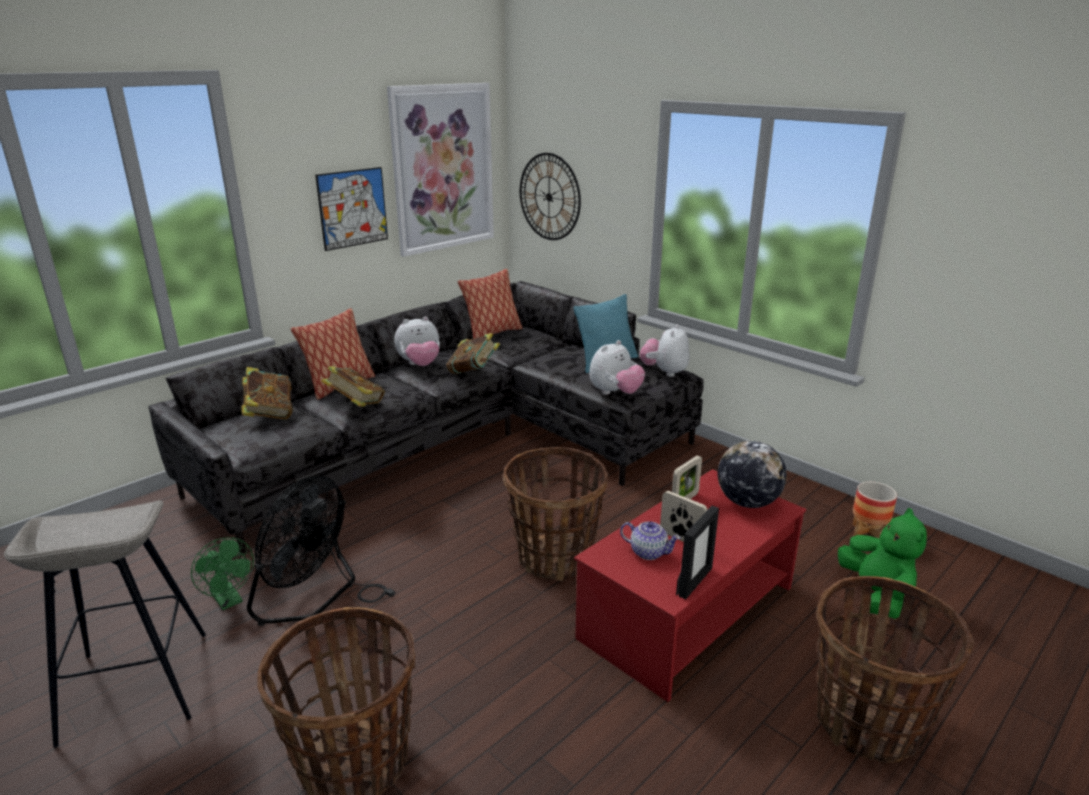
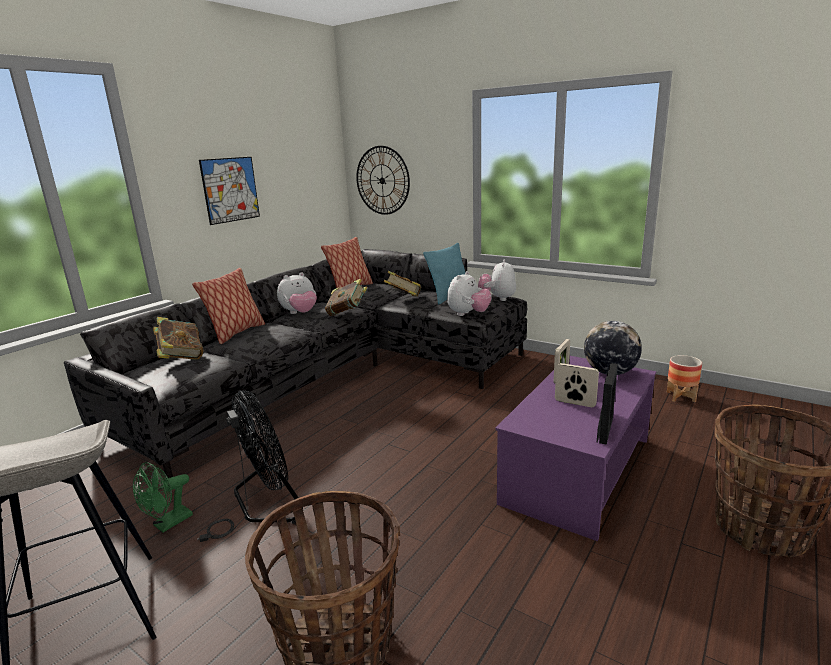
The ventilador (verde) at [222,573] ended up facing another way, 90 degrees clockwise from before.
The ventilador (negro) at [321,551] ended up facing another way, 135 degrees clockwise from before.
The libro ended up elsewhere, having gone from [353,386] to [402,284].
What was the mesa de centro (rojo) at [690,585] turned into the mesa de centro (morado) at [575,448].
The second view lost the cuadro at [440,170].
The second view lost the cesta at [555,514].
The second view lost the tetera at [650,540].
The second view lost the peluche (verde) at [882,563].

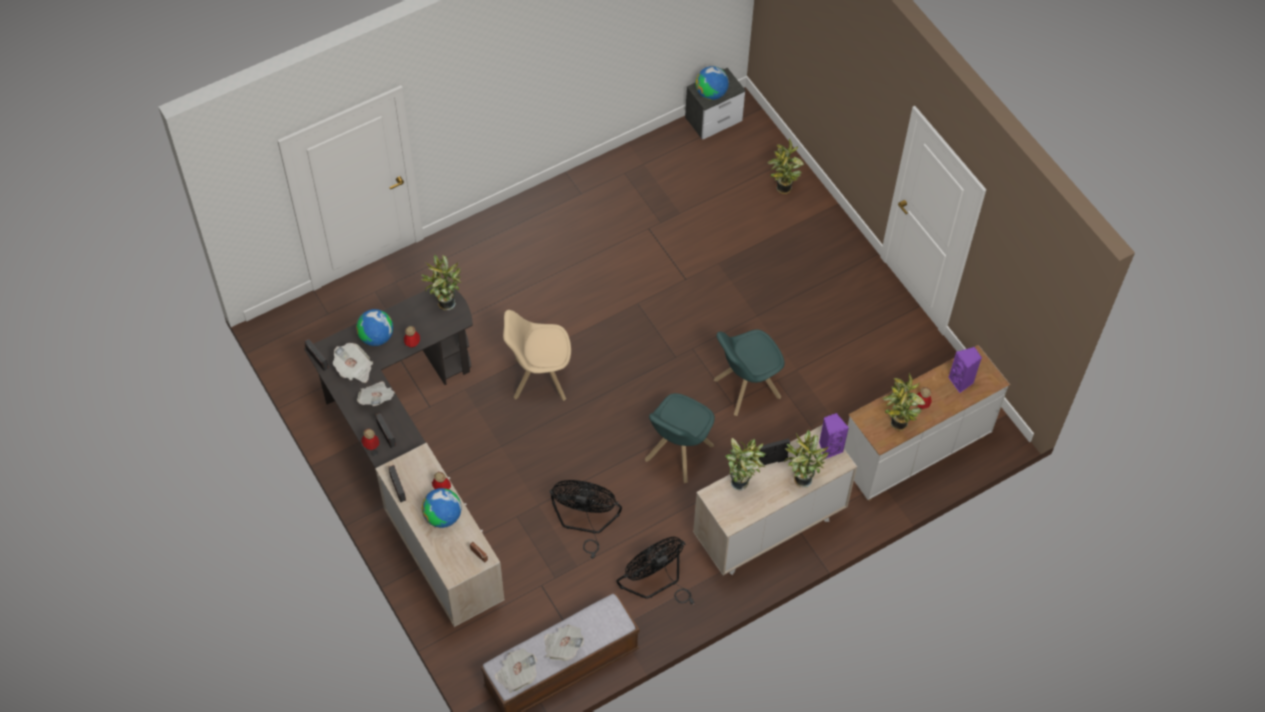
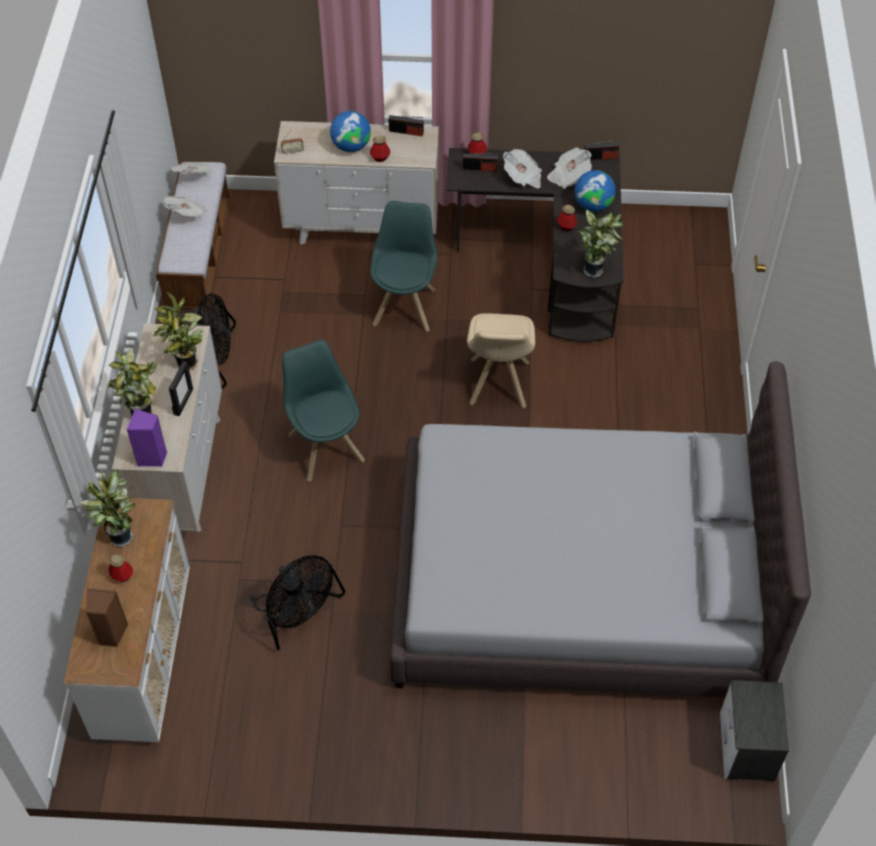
What was the altavoz (morado) at [965,370] turned into the altavoz (marrón) at [107,617].
The ventilador (negro) ended up elsewhere, having gone from [585,519] to [297,602].
The silla (turquesa) ended up elsewhere, having gone from [749,372] to [403,266].
The second view gained the cama (gris) at [600,529].
The silla (beis) at [537,355] ended up facing another way, 150 degrees clockwise from before.
The second view lost the globo terráqueo at [712,83].
The second view lost the planta en maceta at [785,166].

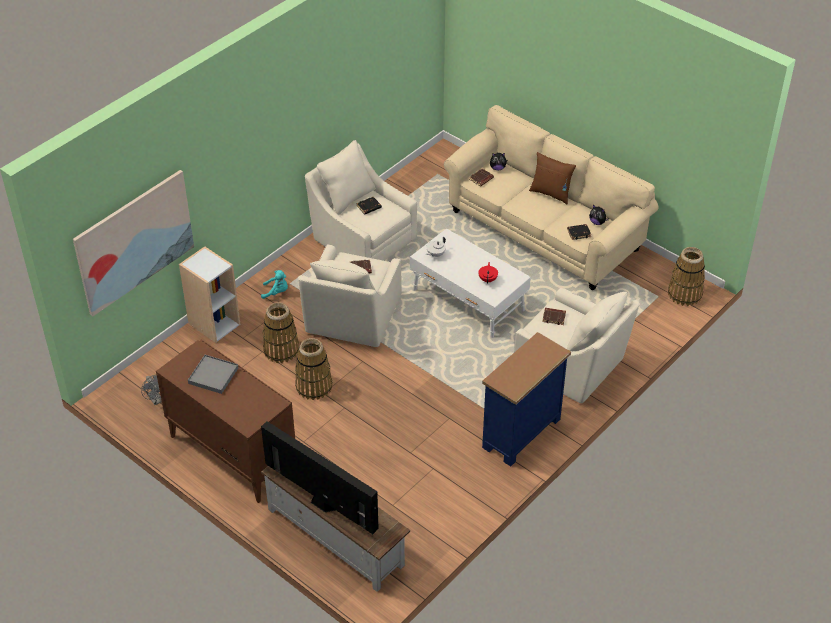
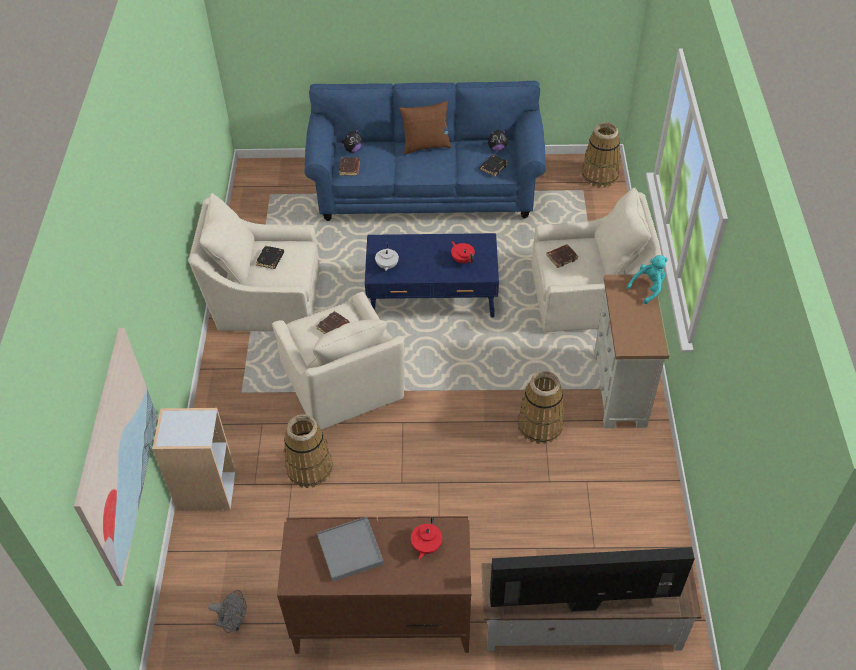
What was the sofá (beis) at [551,197] turned into the sofá (azul) at [425,151].
What was the mesa de centro (blanco) at [470,283] turned into the mesa de centro (azul) at [432,275].
The second view gained the tetera (rojo) at [426,538].
The cesta ended up elsewhere, having gone from [313,369] to [541,407].
What was the cómoda (azul) at [526,399] turned into the cómoda (blanco) at [632,351].
The peluche (turquesa) ended up elsewhere, having gone from [274,284] to [647,279].

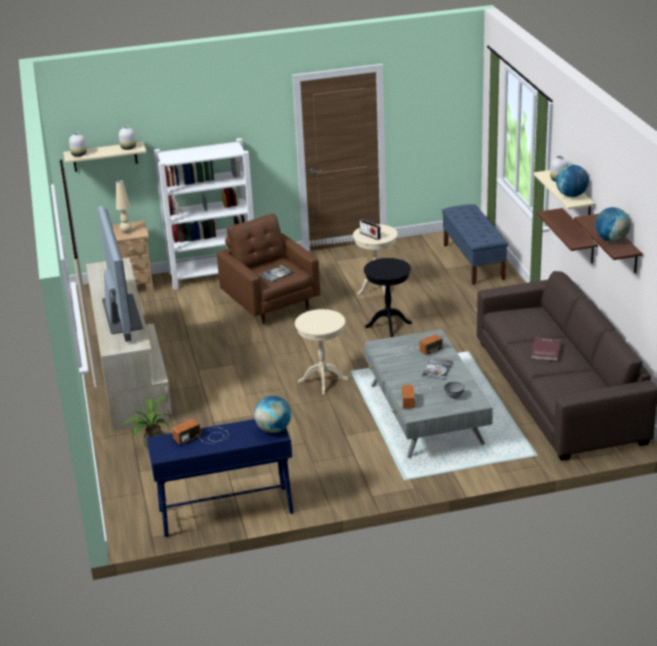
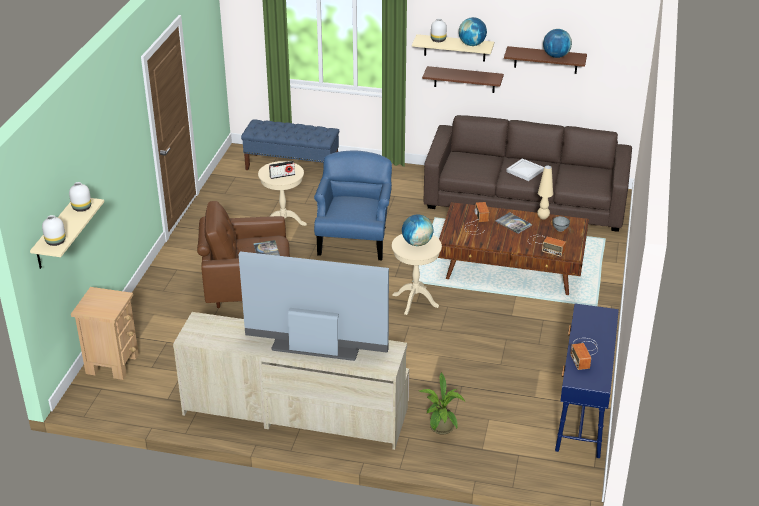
Where the mesa auxiliar (negro) stood at [388,297], the sillón (azul) came to stand at [353,205].
The globo terráqueo ended up elsewhere, having gone from [272,414] to [418,230].
What was the mesa de centro (gris) at [428,393] turned into the mesa de centro (marrón) at [513,248].
Where the libro (rojo) stood at [546,349], the bandeja (blanco) came to stand at [525,169].
The lámpara de mesa (beis) ended up elsewhere, having gone from [124,206] to [545,192].
The second view lost the estantería (blanco) at [204,214].

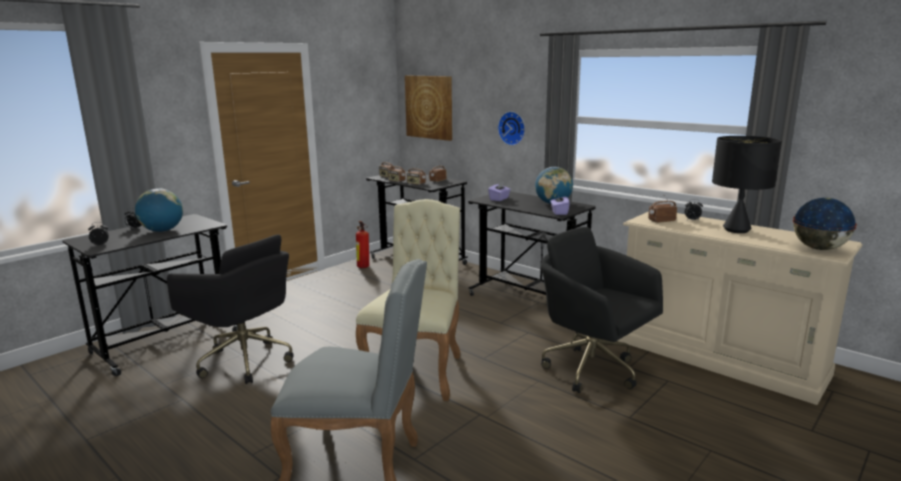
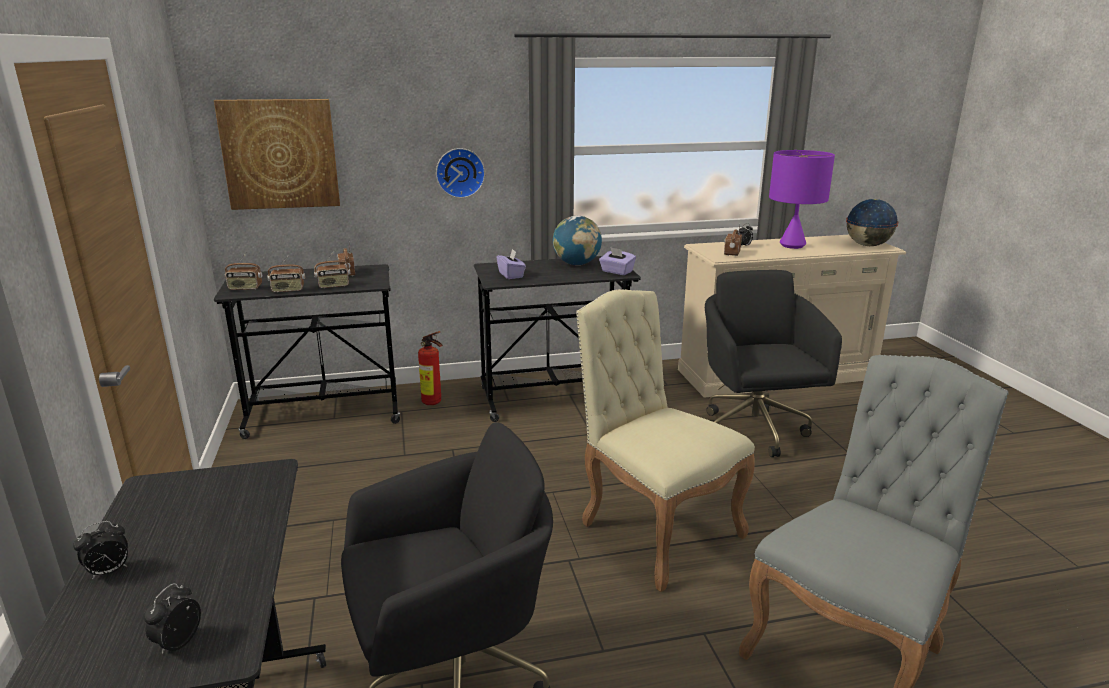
The extintor ended up elsewhere, having gone from [362,244] to [430,368].
The silla de oficina (negro) at [602,310] ended up facing another way, 90 degrees clockwise from before.
What was the lámpara de mesa (negro) at [747,184] turned into the lámpara de mesa (morado) at [802,199].
The second view lost the globo terráqueo at [159,210].

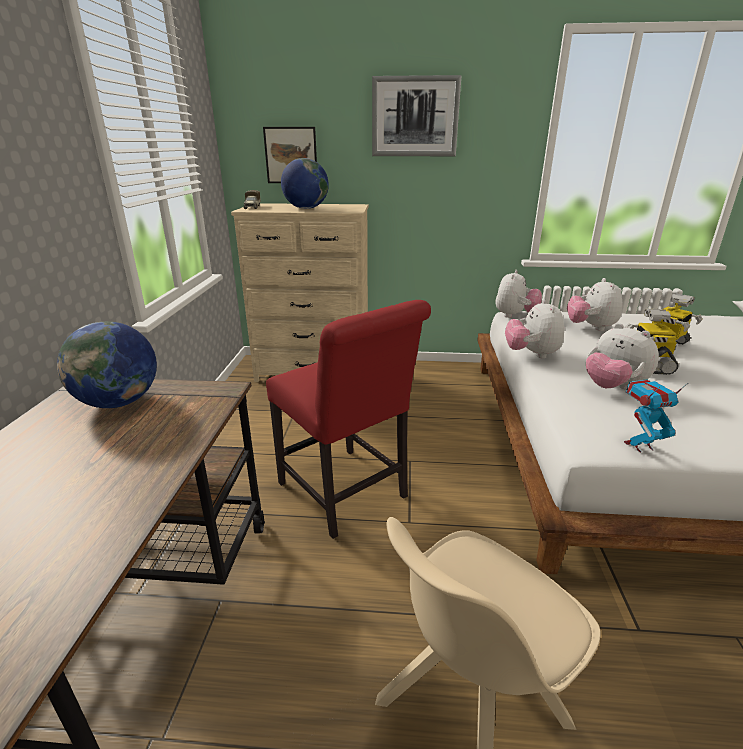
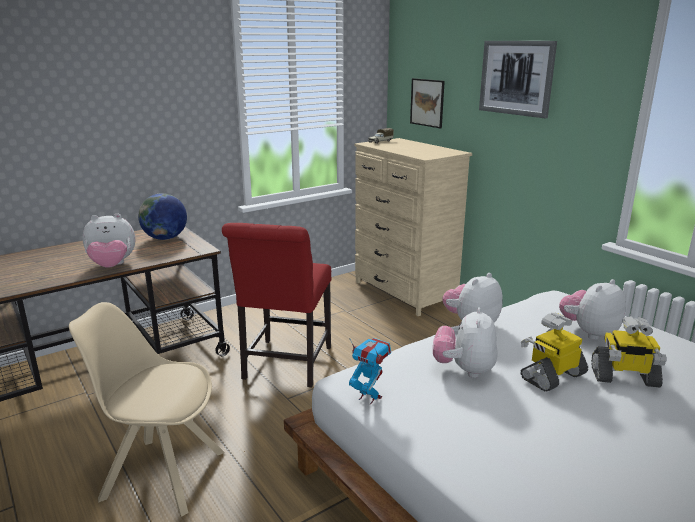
The peluche ended up elsewhere, having gone from [519,294] to [108,240].
The second view lost the globo terráqueo at [305,183].

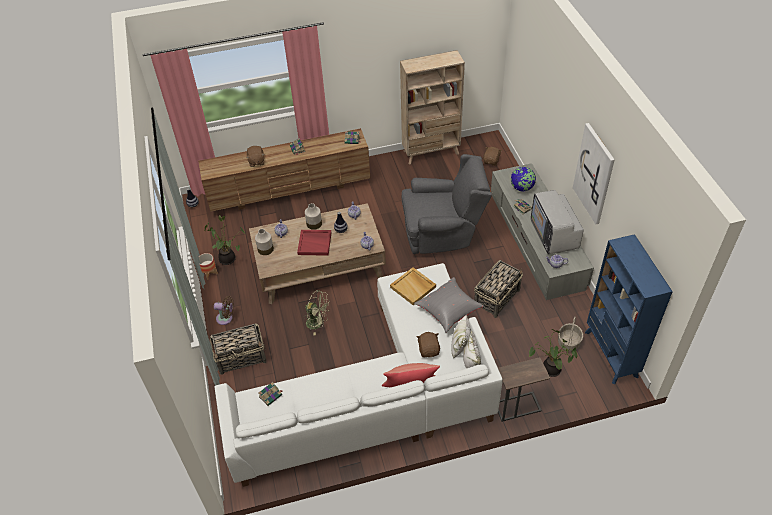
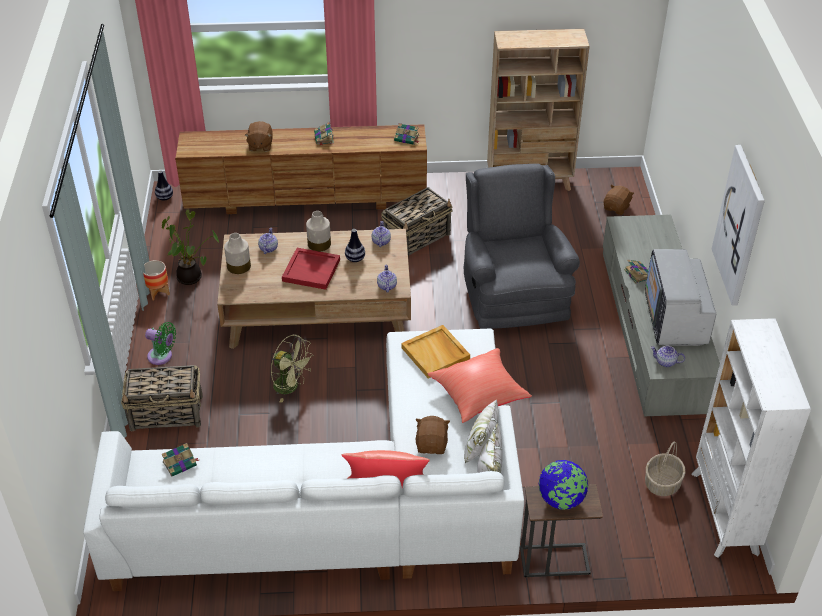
What was the ventilador (marrón) at [224,310] turned into the ventilador (verde) at [160,343].
The cesta ended up elsewhere, having gone from [498,289] to [417,222].
What was the cojín (gris) at [449,305] turned into the cojín (rojo) at [480,385].
The sillón (gris) at [447,204] ended up facing another way, 105 degrees counterclockwise from before.
The globo terráqueo ended up elsewhere, having gone from [523,179] to [563,485].
What was the estantería (azul) at [629,309] turned into the estantería (blanco) at [751,438].
The second view lost the planta en maceta at [553,353].

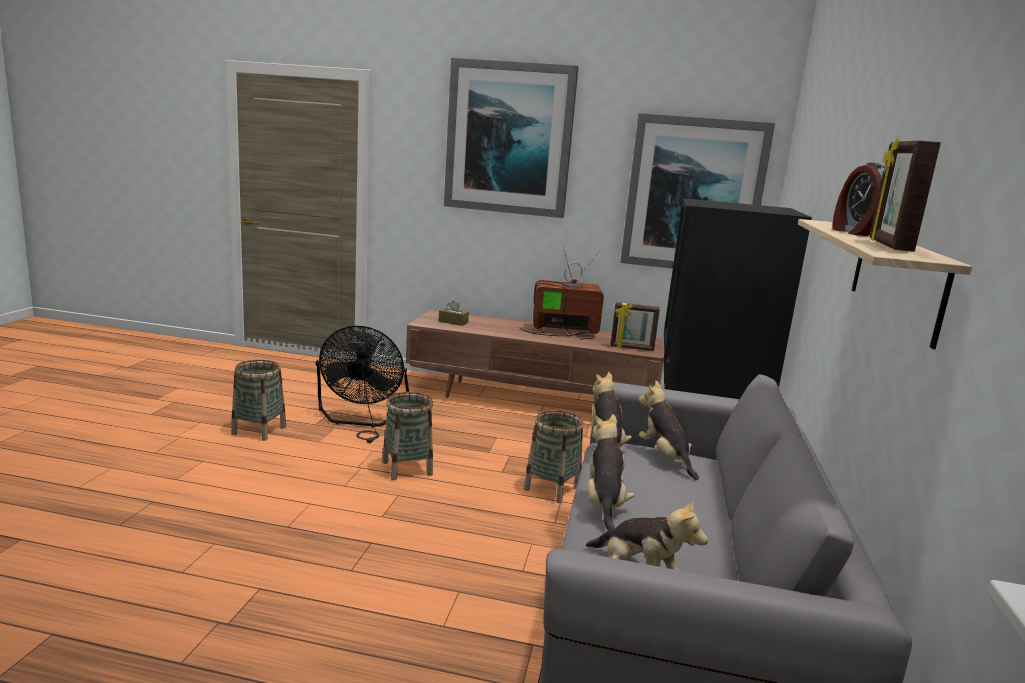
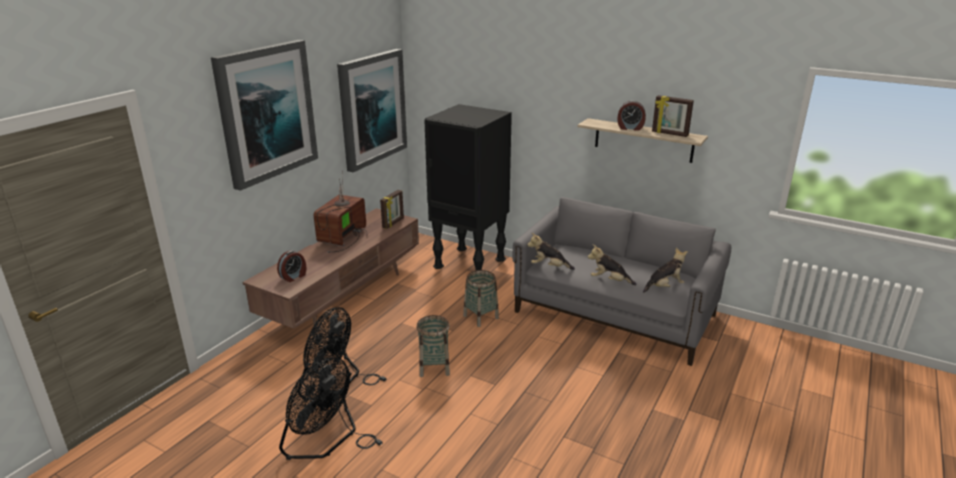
Where the caja de pañuelos (marrón) stood at [454,313], the despertador came to stand at [291,266].
Where the cesta stood at [258,400], the ventilador (negro) came to stand at [330,409].
The second view lost the peluche at [669,430].

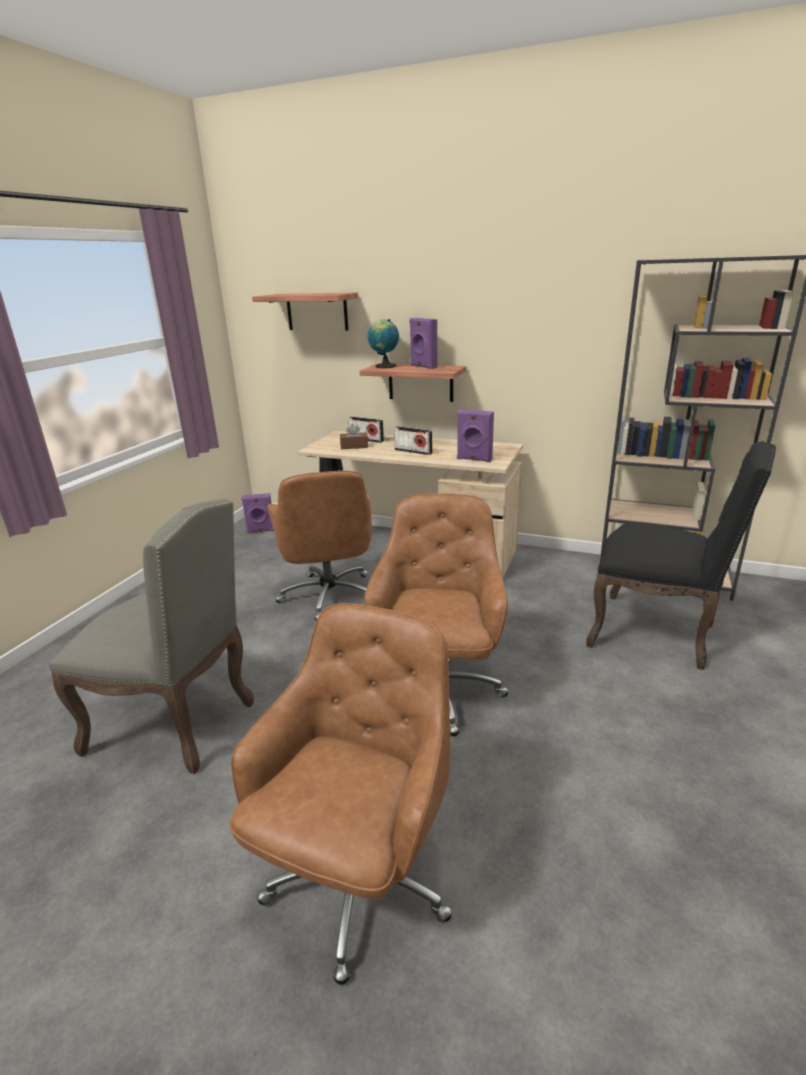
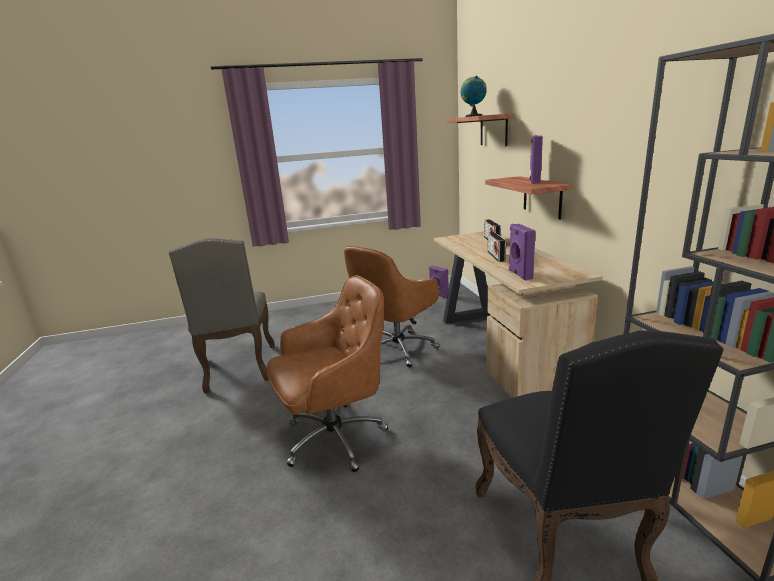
The globo terráqueo ended up elsewhere, having gone from [383,343] to [474,96].
The second view lost the silla de oficina (marrón) at [340,794].
The second view lost the caja de pañuelos (marrón) at [354,436].

